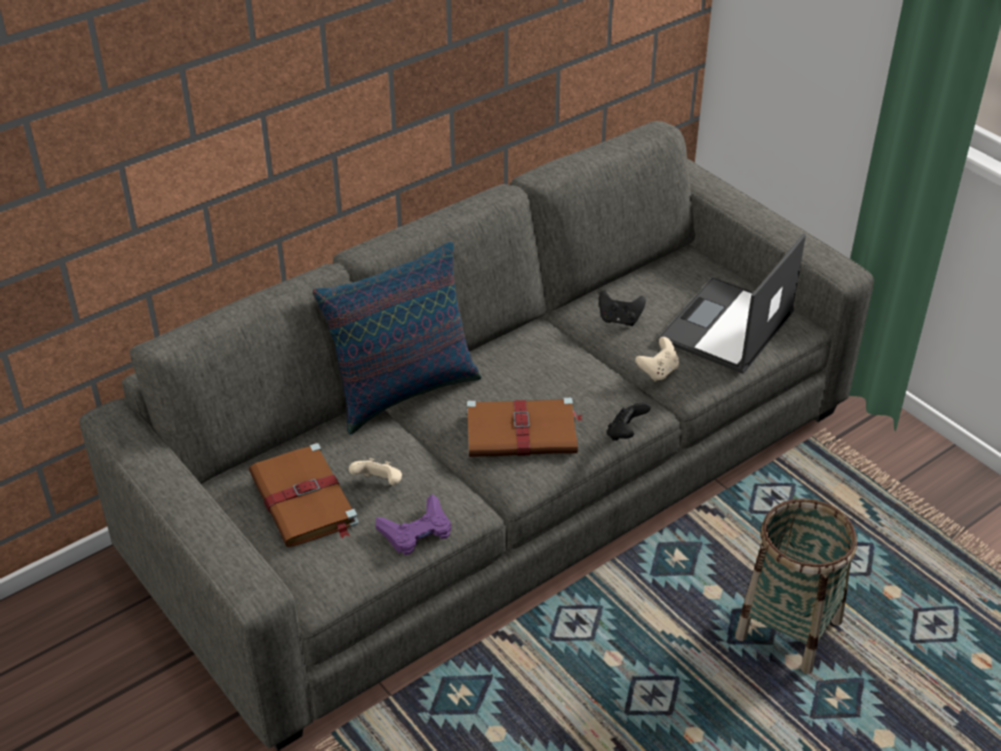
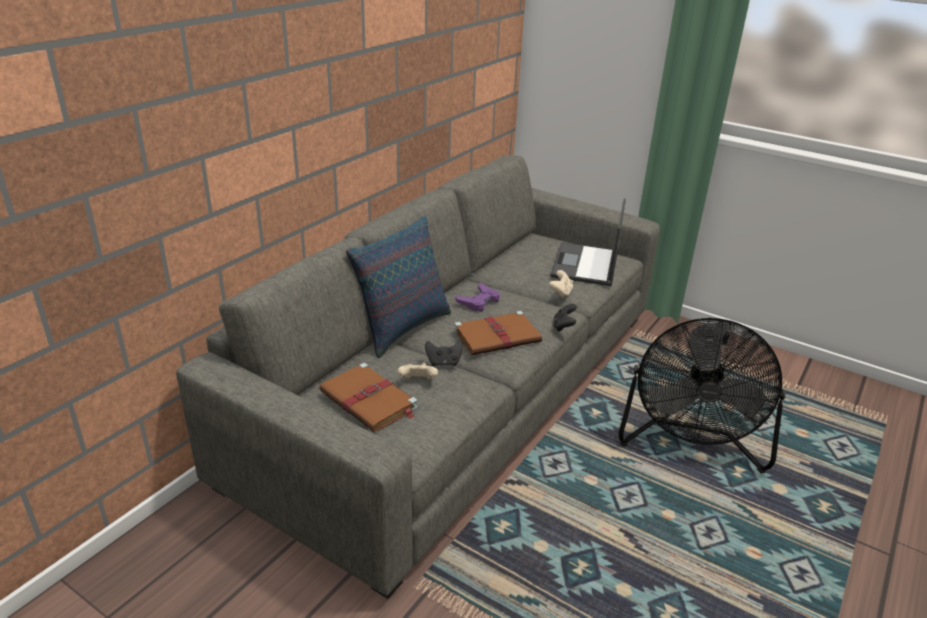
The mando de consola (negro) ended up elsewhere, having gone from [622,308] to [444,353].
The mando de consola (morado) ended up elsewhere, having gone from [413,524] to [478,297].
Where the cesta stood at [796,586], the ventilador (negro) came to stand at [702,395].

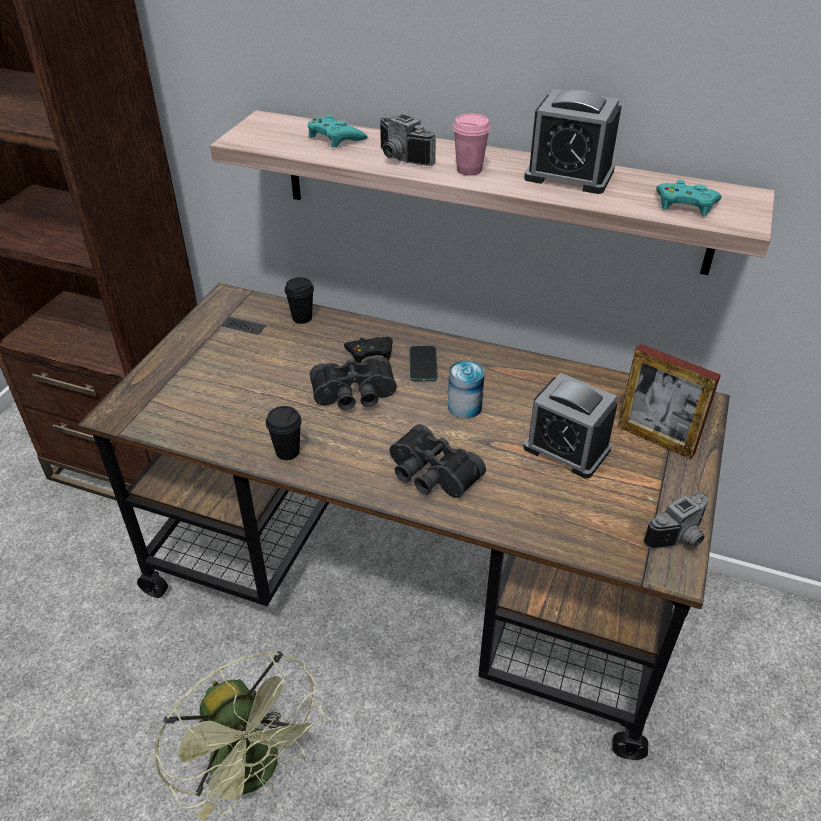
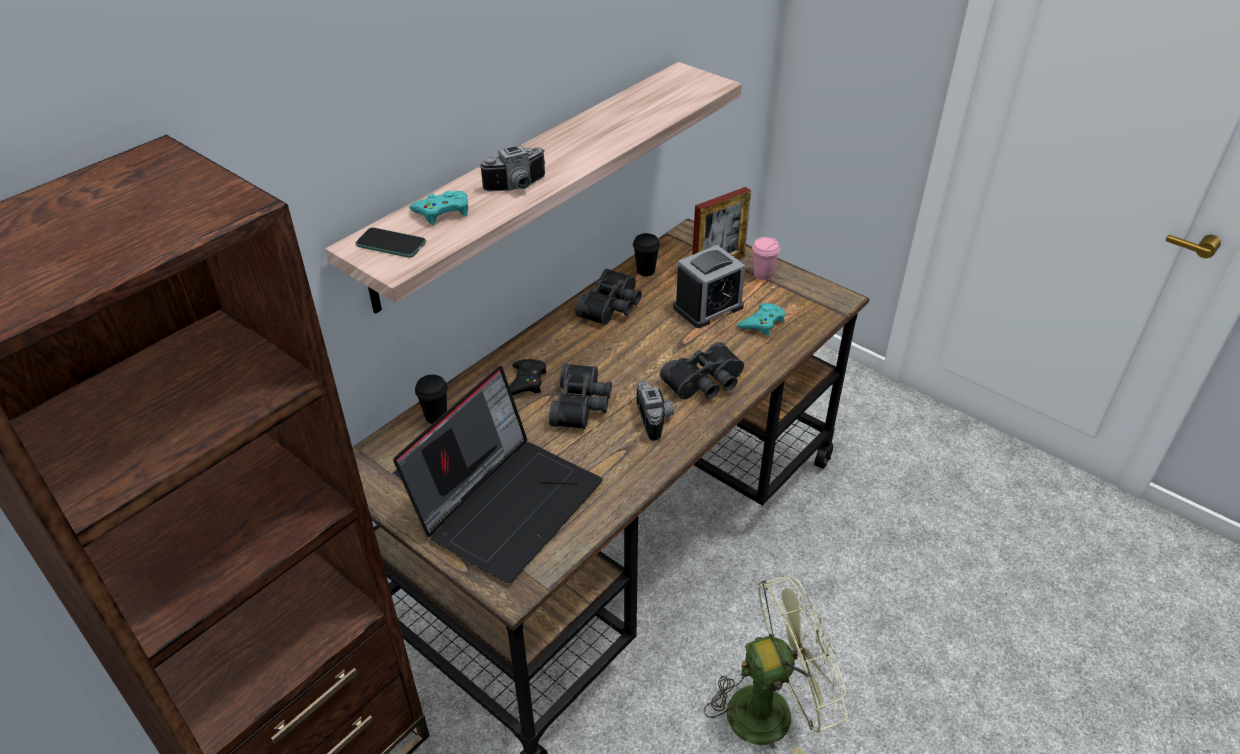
The móvil ended up elsewhere, having gone from [424,363] to [390,243].
The second view gained the portátil at [498,474].
The second view gained the prismáticos (negro) at [608,297].
The taza (negro) ended up elsewhere, having gone from [284,433] to [646,254].
The cámara ended up elsewhere, having gone from [676,521] to [655,411].
The mando de consola (turquesa) ended up elsewhere, having gone from [689,198] to [761,319].
The taza (rosa) ended up elsewhere, having gone from [472,144] to [766,258].
The second view lost the lata at [466,390].
The second view lost the despertador at [573,141].

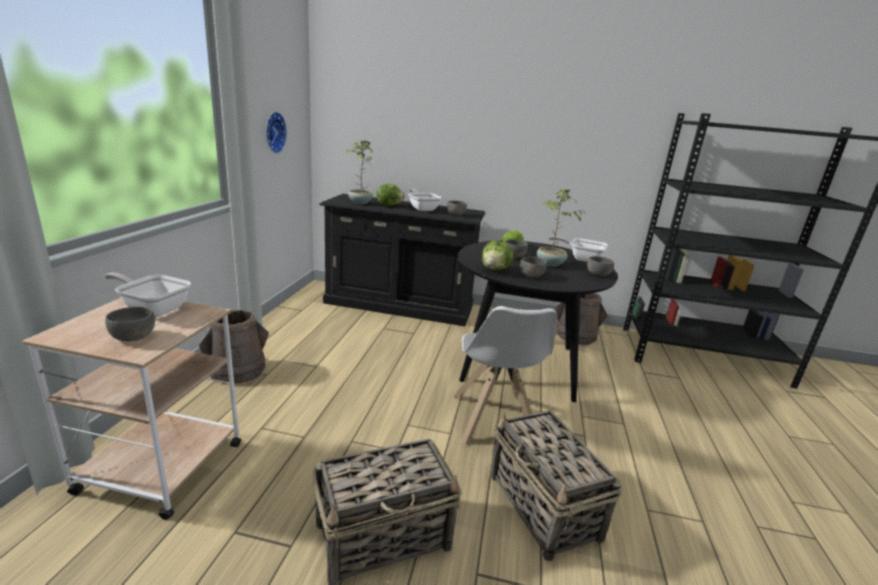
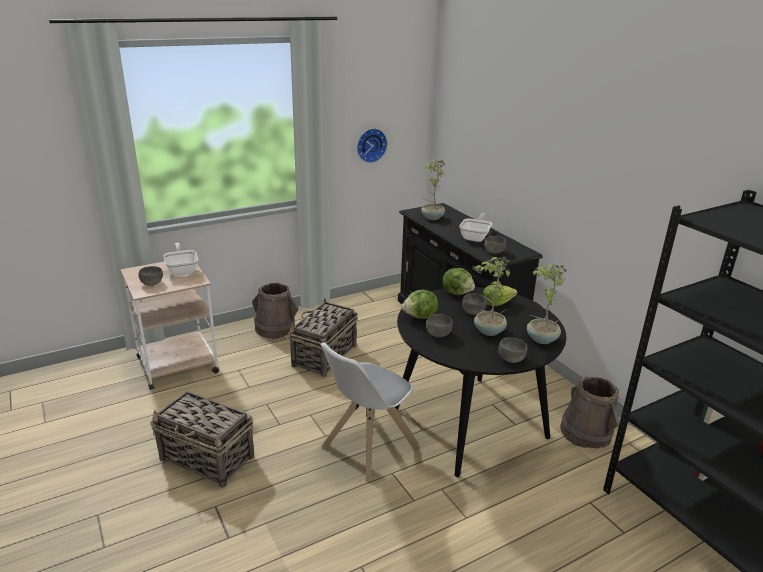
The cesta ended up elsewhere, having gone from [556,486] to [323,337].
The lechuga ended up elsewhere, having gone from [391,195] to [459,281].
Where the sartén stood at [577,249], the planta en maceta came to stand at [546,304].

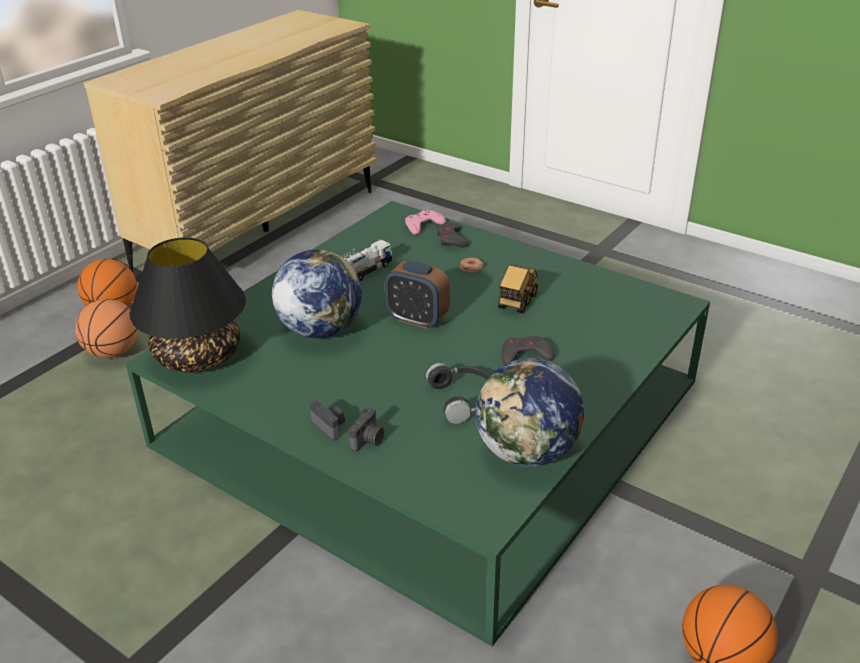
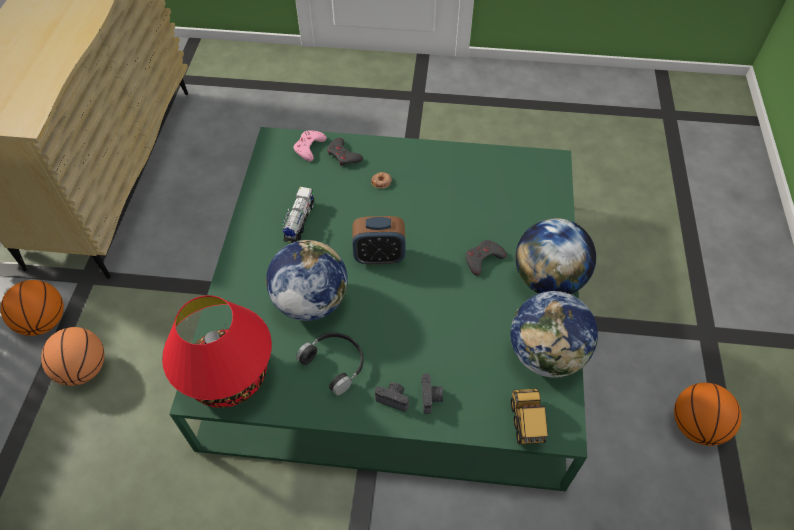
What was the lámpara de mesa (negro) at [187,305] turned into the lámpara de mesa (rojo) at [217,351].
The auriculares (negro) ended up elsewhere, having gone from [458,393] to [329,364].
The camión de juguete ended up elsewhere, having gone from [518,289] to [529,416].
The second view gained the globo terráqueo at [555,256].

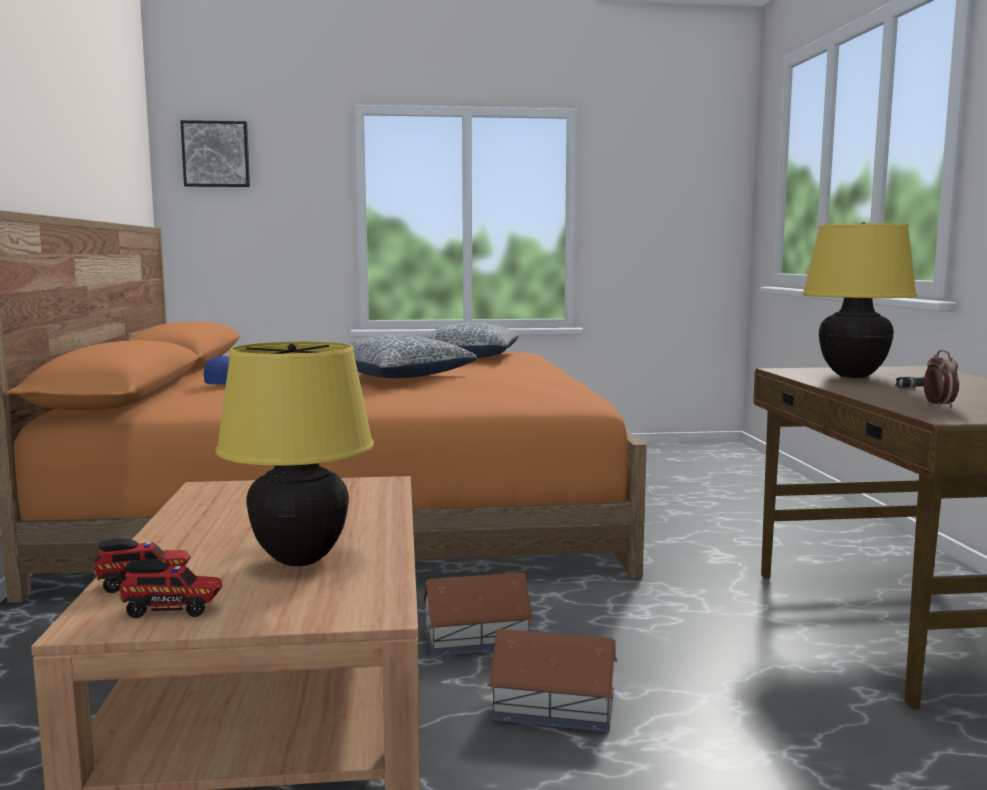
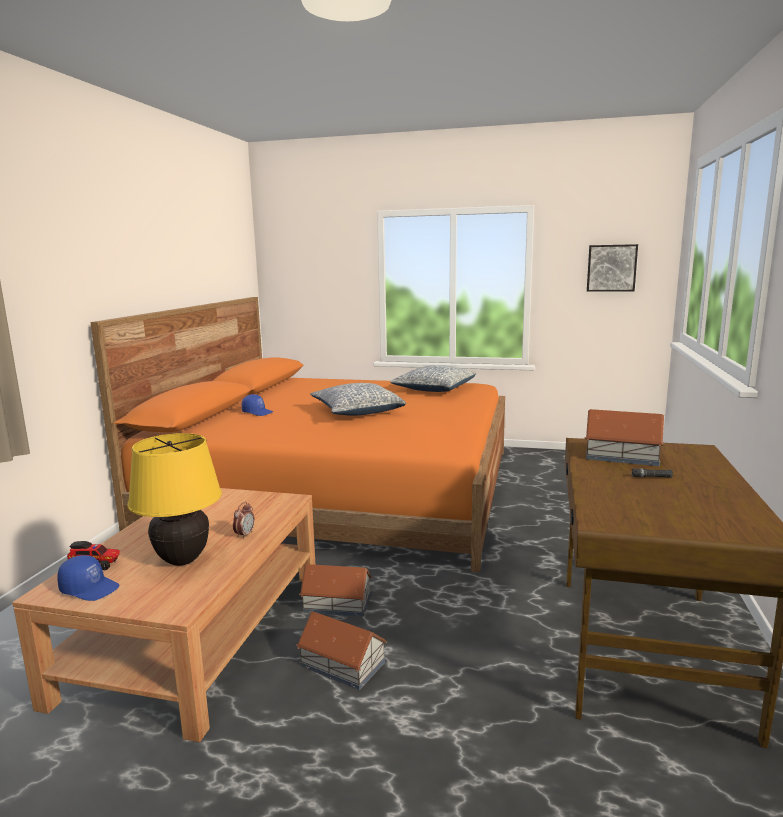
Where the camión de juguete stood at [170,588], the gorra (azul) came to stand at [88,578].
The despertador ended up elsewhere, having gone from [941,379] to [244,520].
Where the lámpara de mesa (amarillo) stood at [859,300], the casita came to stand at [624,437].
The cuadro ended up elsewhere, having gone from [215,153] to [612,268].

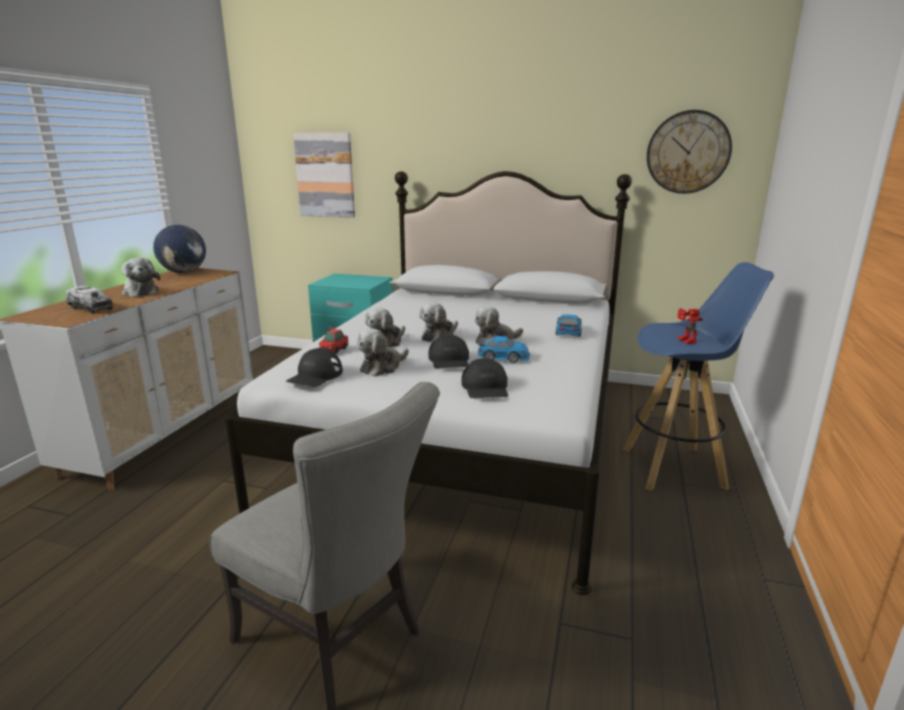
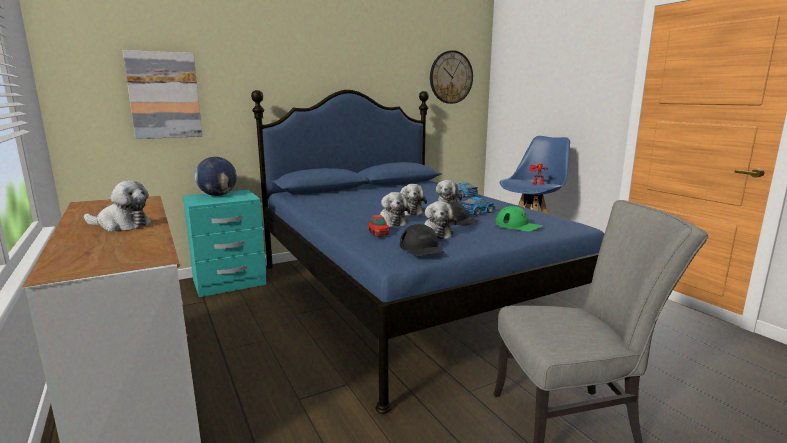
The globo terráqueo ended up elsewhere, having gone from [179,249] to [216,176].
What was the cama (blanco) at [428,383] turned into the cama (azul) at [427,252].
What was the gorra (negro) at [484,378] turned into the gorra (verde) at [519,218].
The second view lost the camión de juguete at [89,300].

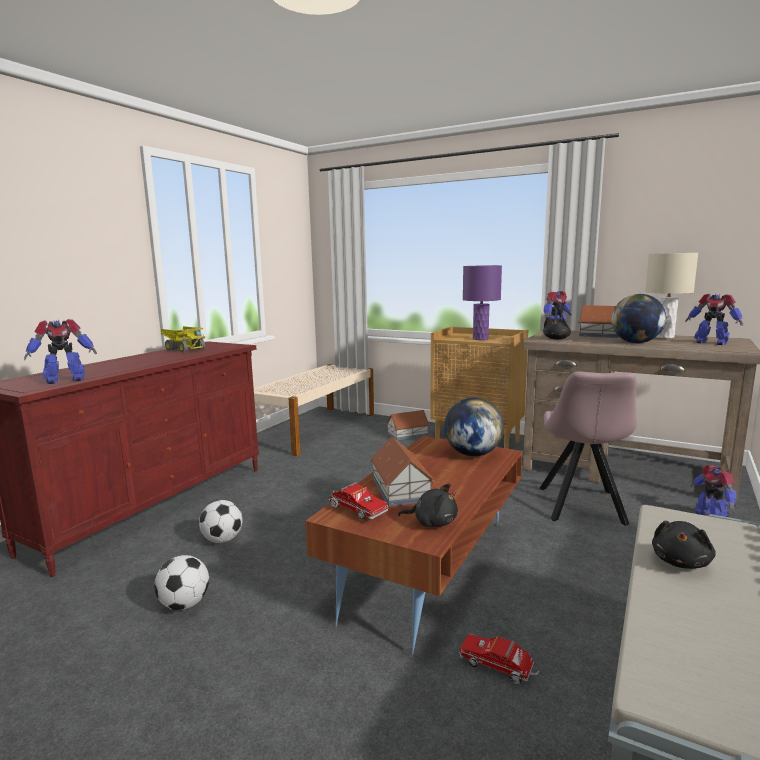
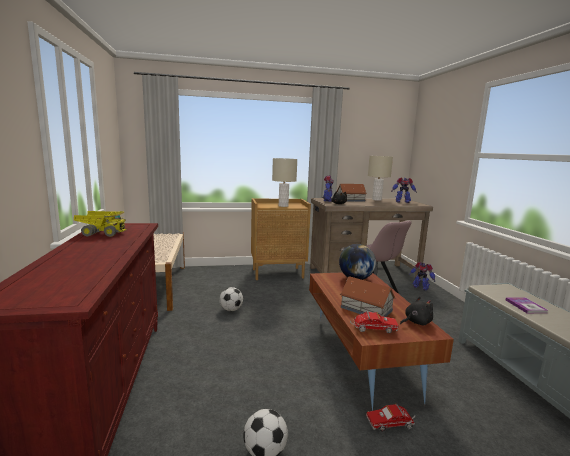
The balón de fútbol ended up elsewhere, having gone from [220,521] to [231,299].
What was the lámpara de mesa (morado) at [482,302] turned into the lámpara de mesa (beis) at [284,182].
The camión de juguete ended up elsewhere, having gone from [499,659] to [390,418].
Where the peluche (negro) stood at [684,545], the libro came to stand at [527,305].
The second view lost the robot de juguete at [60,351].
The second view lost the casita at [408,425].
The second view lost the globo terráqueo at [638,318].

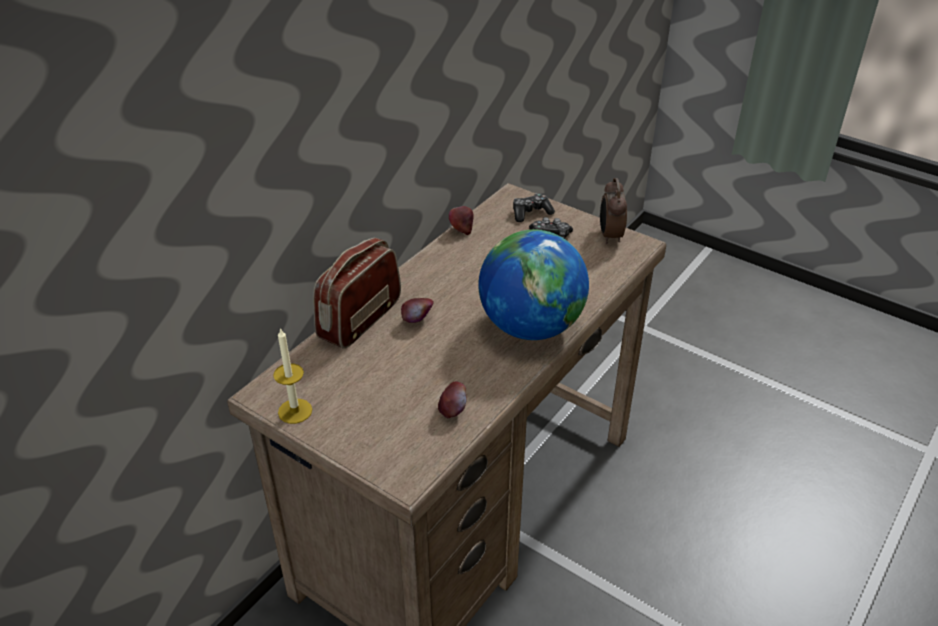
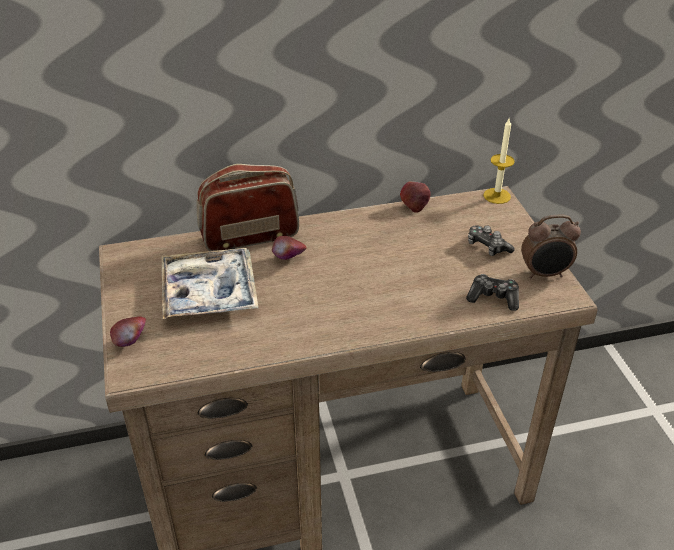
The manzana ended up elsewhere, having gone from [452,400] to [128,331].
The second view gained the bandeja at [210,283].
The mando de consola ended up elsewhere, having gone from [534,207] to [492,292].
The vela ended up elsewhere, having gone from [292,376] to [499,161].
The despertador at [613,211] ended up facing another way, 135 degrees counterclockwise from before.
The second view lost the globo terráqueo at [533,284].

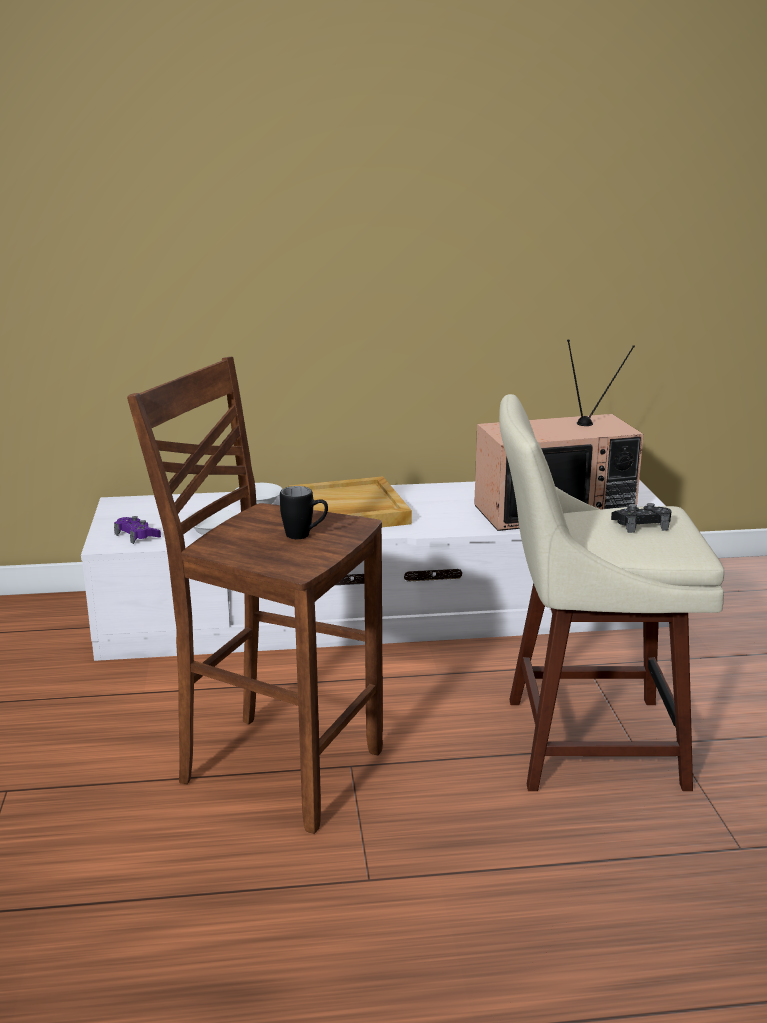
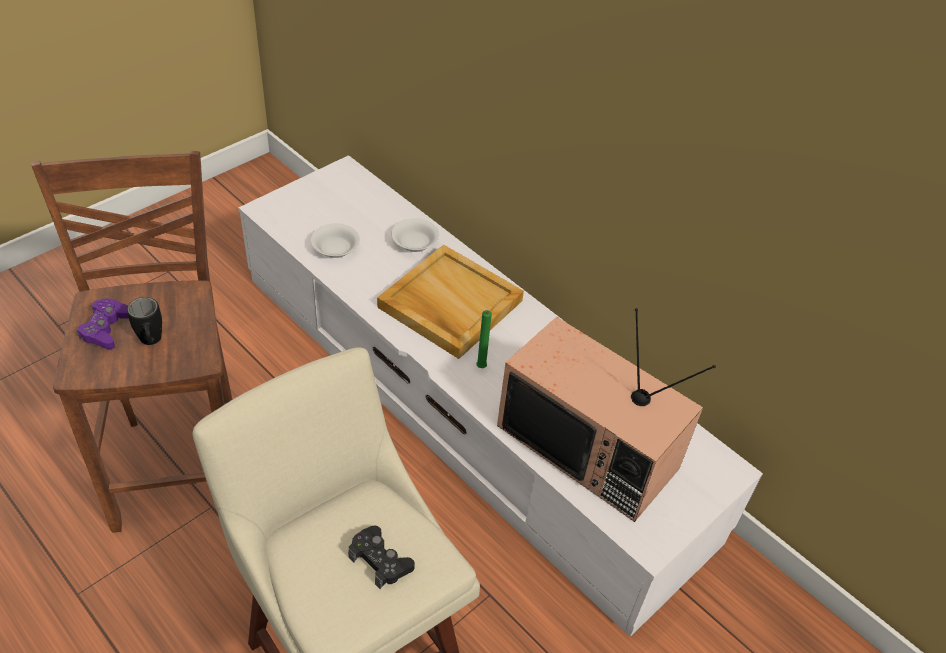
The mando de consola (morado) ended up elsewhere, having gone from [137,530] to [103,323].
The second view gained the vela (verde) at [484,339].

